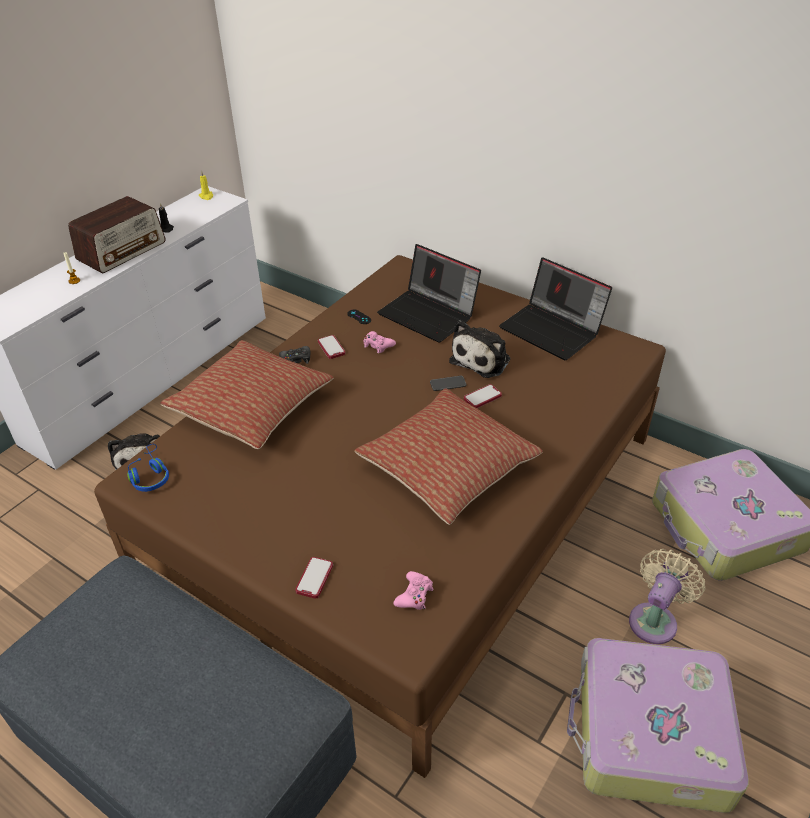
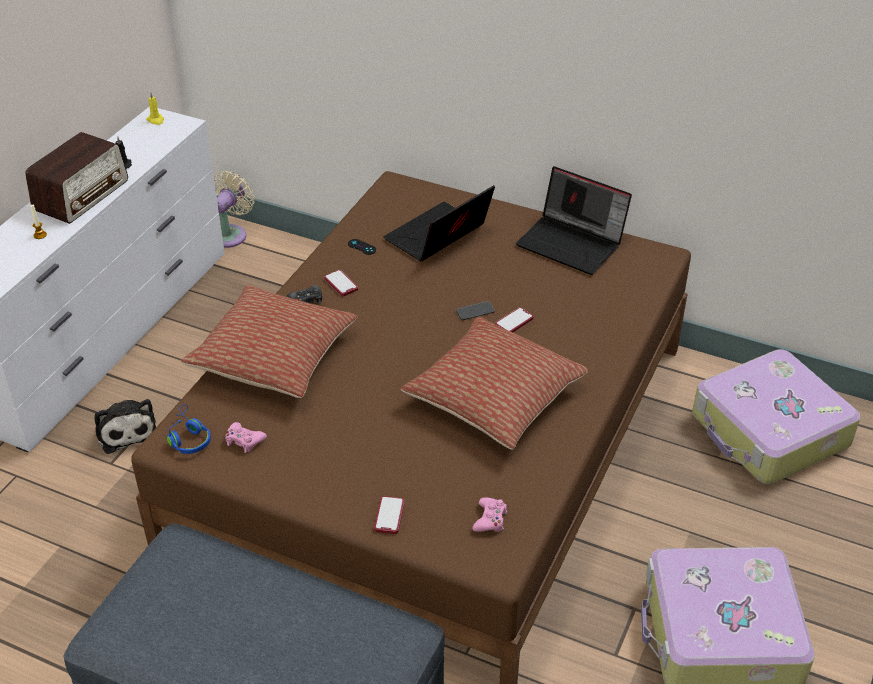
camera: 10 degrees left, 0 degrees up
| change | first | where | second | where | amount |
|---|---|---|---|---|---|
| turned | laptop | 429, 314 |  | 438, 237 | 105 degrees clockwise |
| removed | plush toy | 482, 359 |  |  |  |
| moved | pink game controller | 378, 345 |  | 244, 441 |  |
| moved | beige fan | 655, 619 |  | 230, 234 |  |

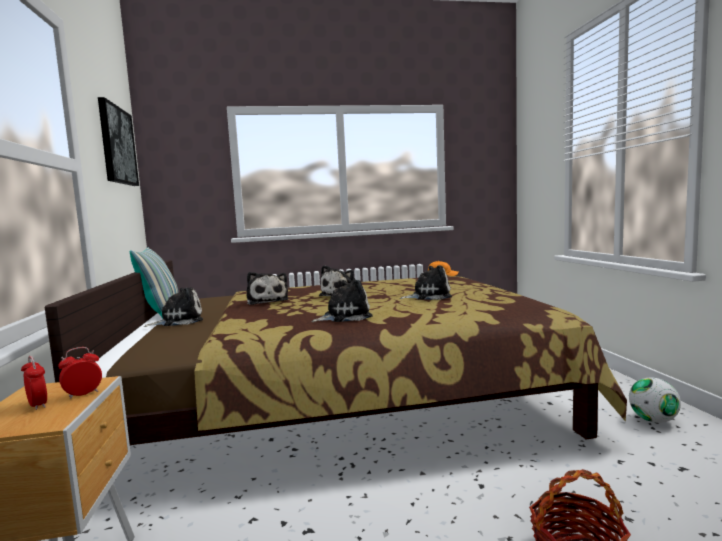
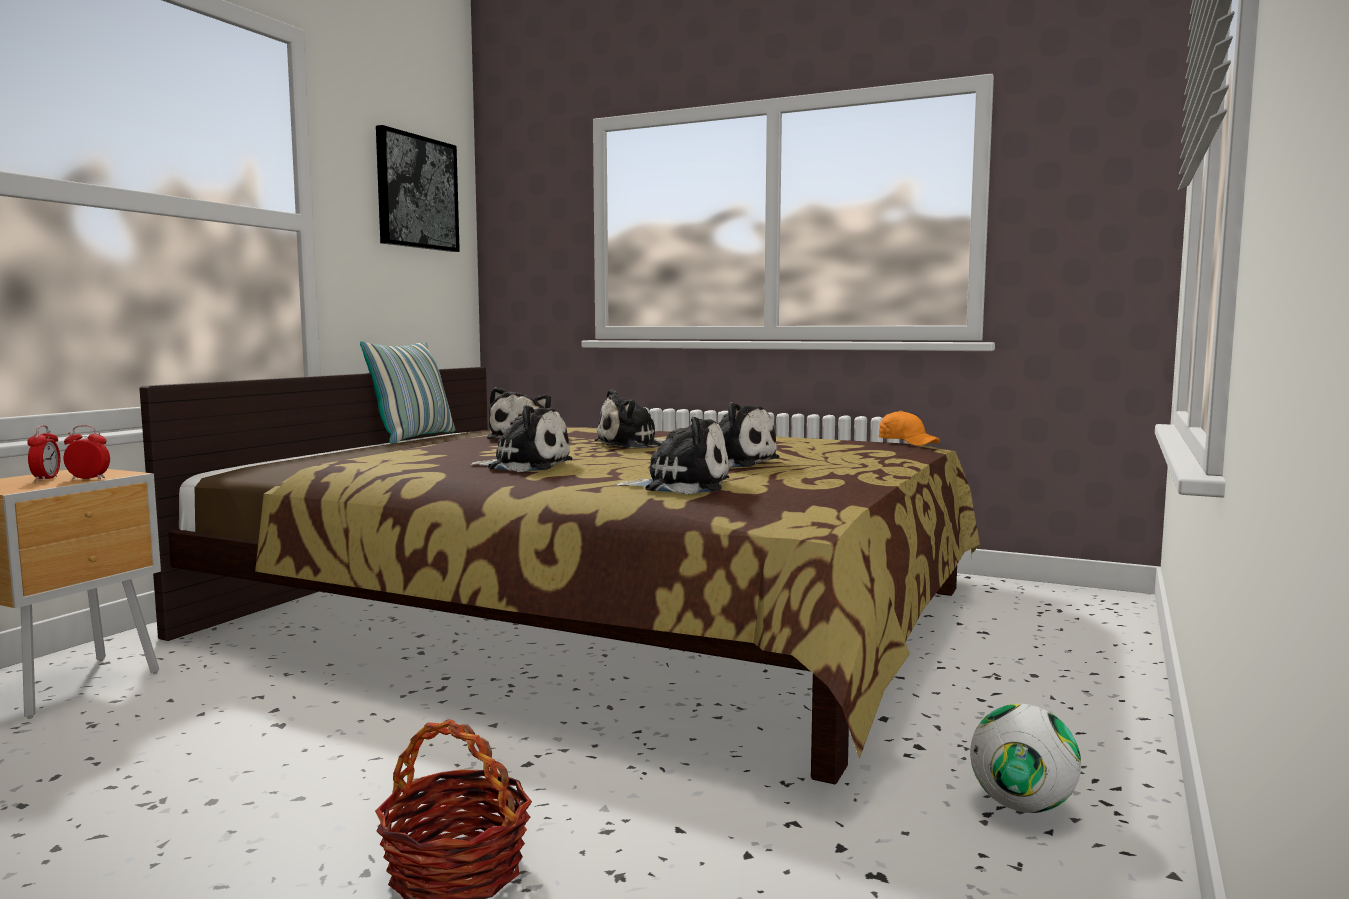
camera: 35 degrees right, 0 degrees up
| change | first | where | second | where | amount |
|---|---|---|---|---|---|
| moved | plush toy | 179, 321 |  | 681, 486 |  |

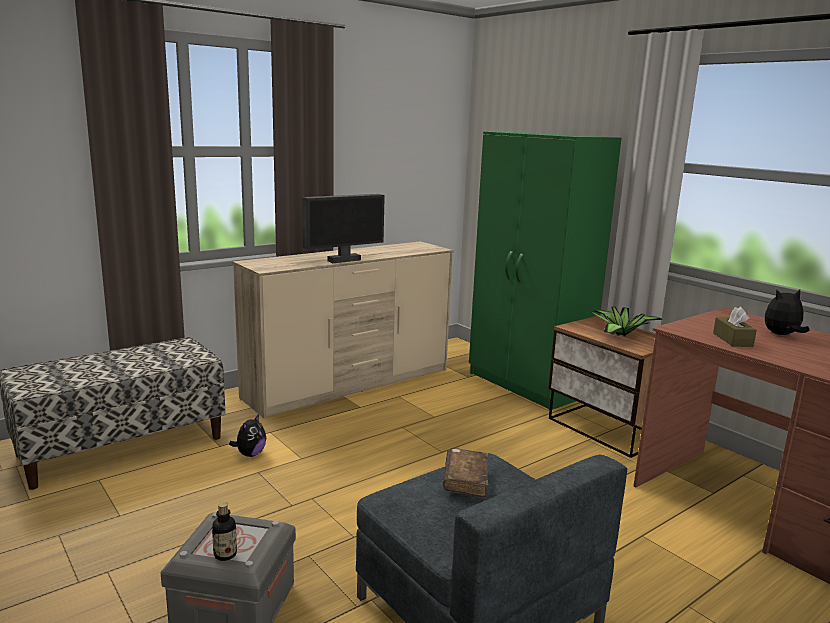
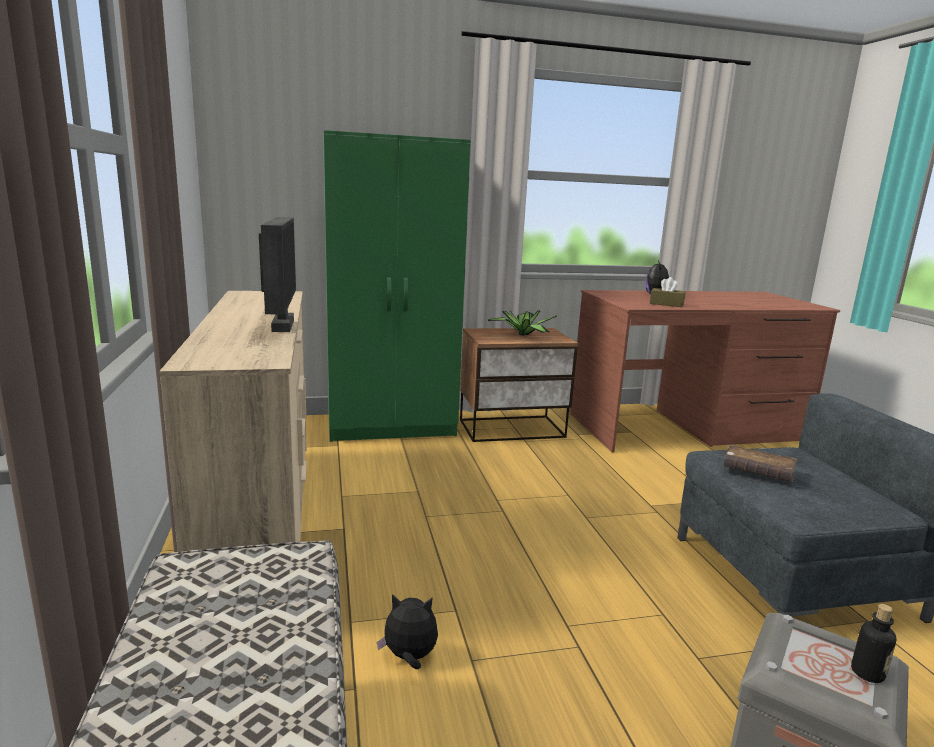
camera: 65 degrees left, 0 degrees up
| change | first | where | second | where | amount |
|---|---|---|---|---|---|
| turned | plush toy | 250, 454 |  | 409, 657 | 45 degrees counterclockwise |

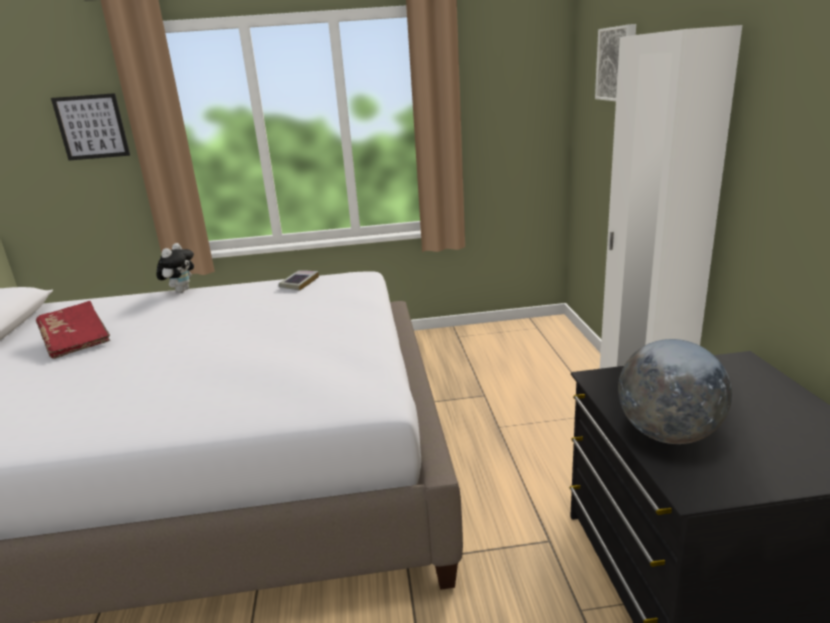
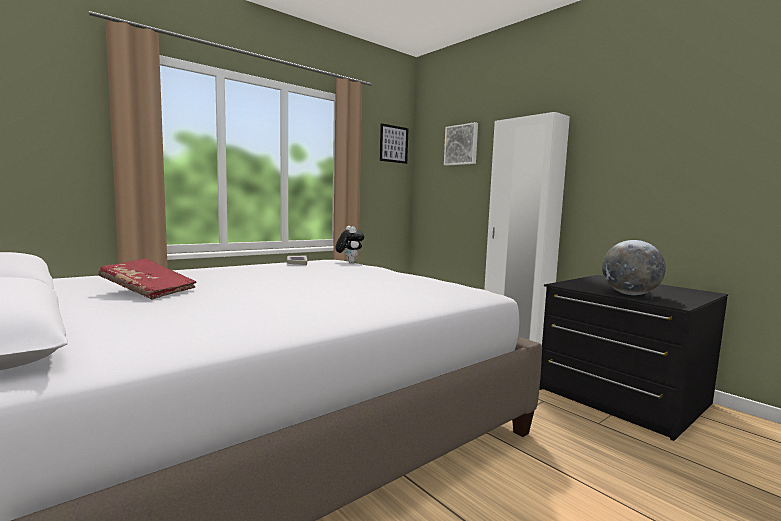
camera: 35 degrees left, 15 degrees down
| change | first | where | second | where | amount |
|---|---|---|---|---|---|
| moved | picture | 92, 127 |  | 393, 144 |  |
| moved | plush toy | 181, 290 |  | 349, 262 |  |

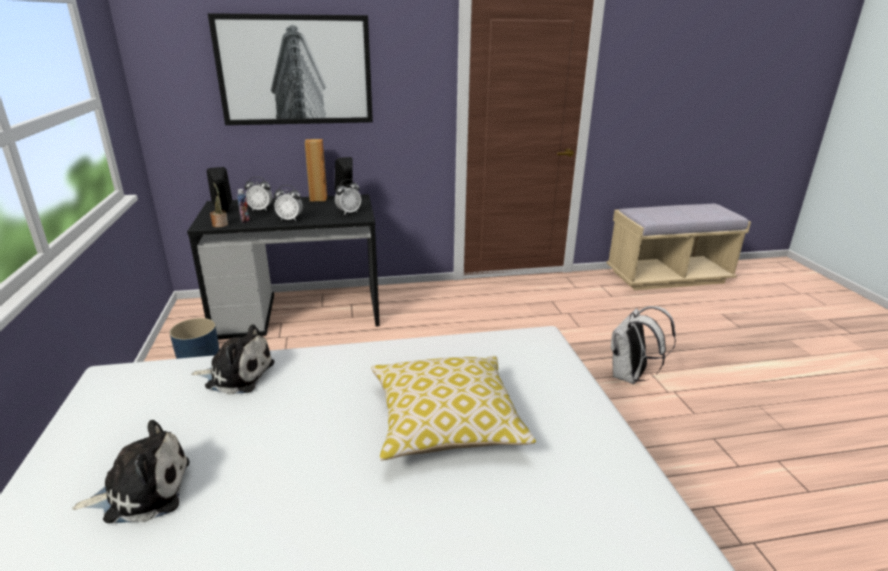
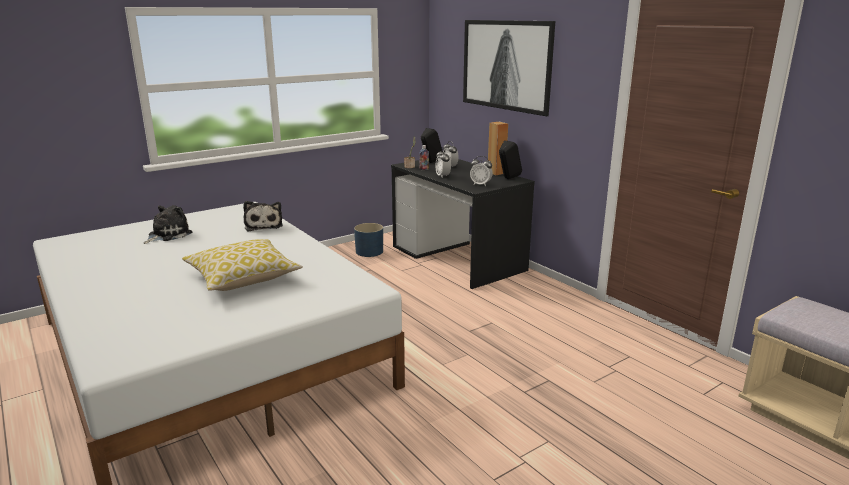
camera: 65 degrees right, 5 degrees down
| change | first | where | second | where | amount |
|---|---|---|---|---|---|
| removed | white backpack | 630, 377 |  |  |  |
| turned | plush toy | 142, 491 |  | 167, 235 | 105 degrees counterclockwise |

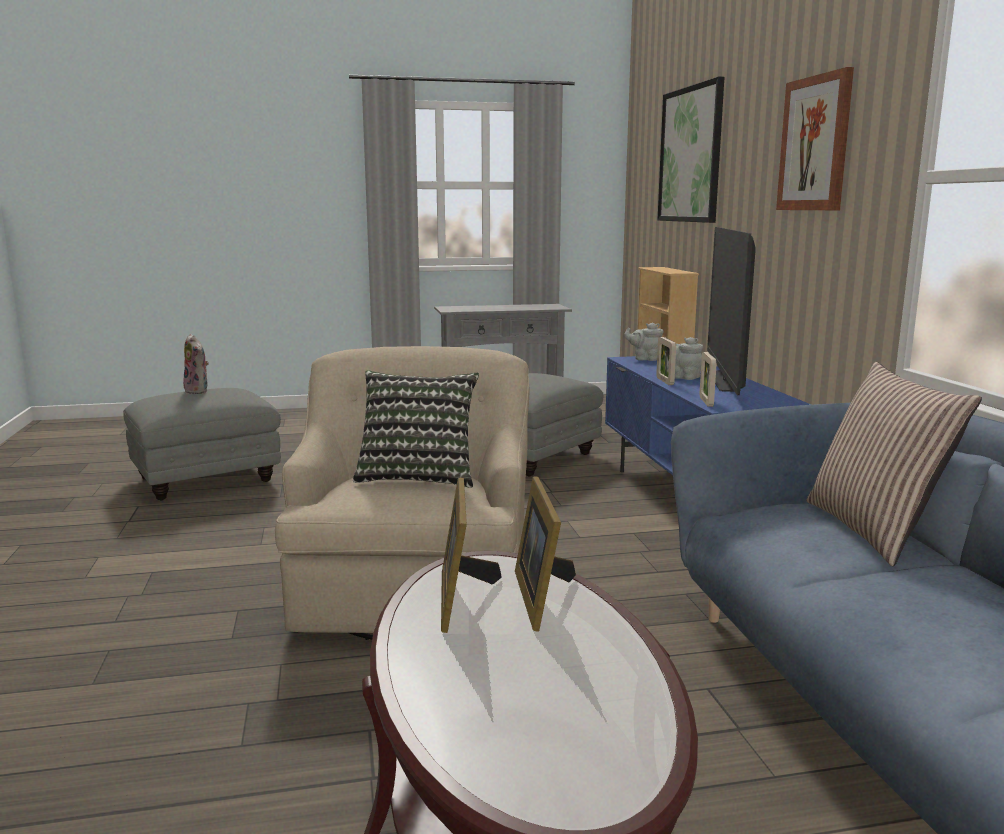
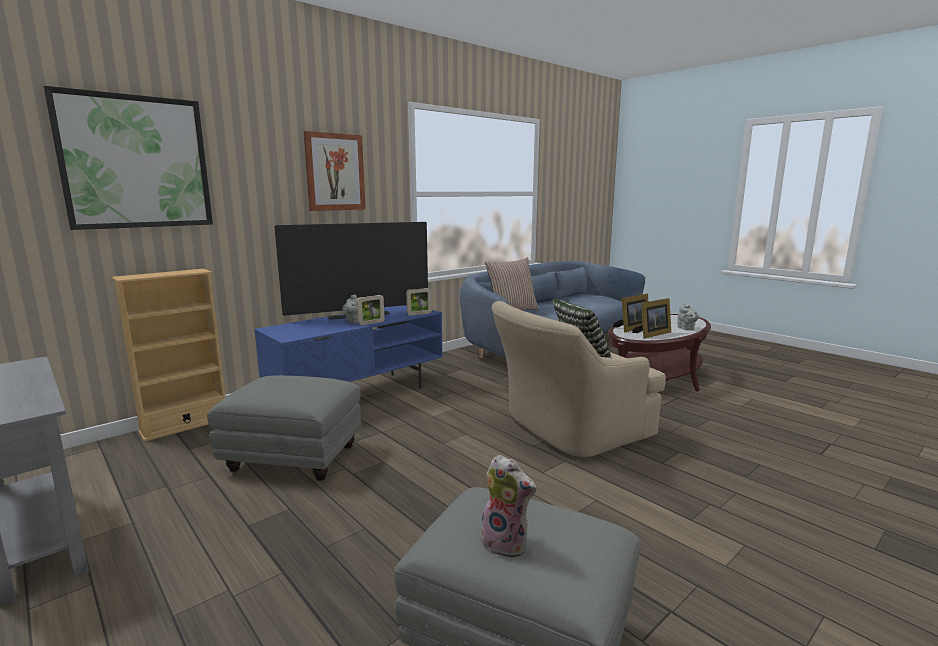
camera: 120 degrees left, 0 degrees up
| change | first | where | second | where | amount |
|---|---|---|---|---|---|
| moved | grey teapot | 645, 359 |  | 686, 328 |  |
| turned | plush toy | 198, 391 |  | 507, 543 | 105 degrees clockwise |

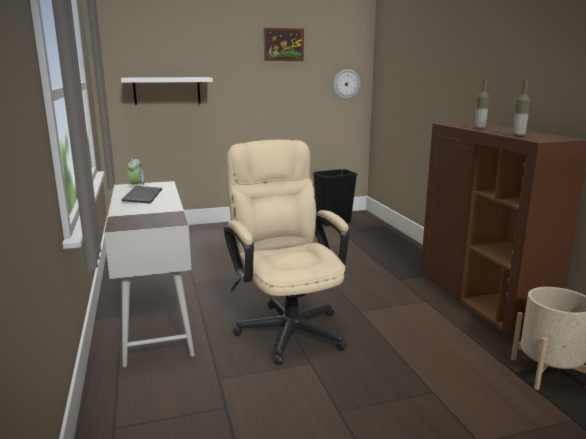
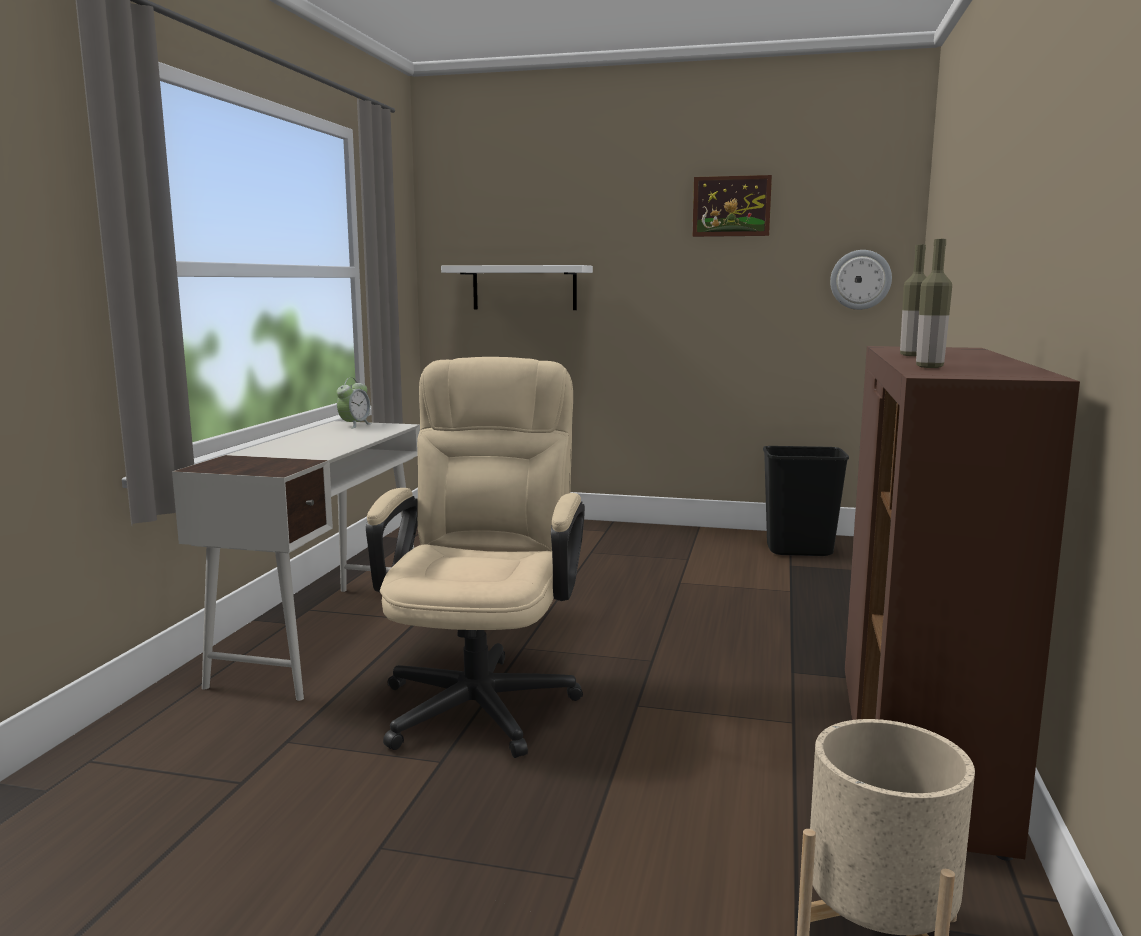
camera: 30 degrees right, 5 degrees down
| change | first | where | second | where | amount |
|---|---|---|---|---|---|
| removed | keyboard | 142, 196 |  |  |  |

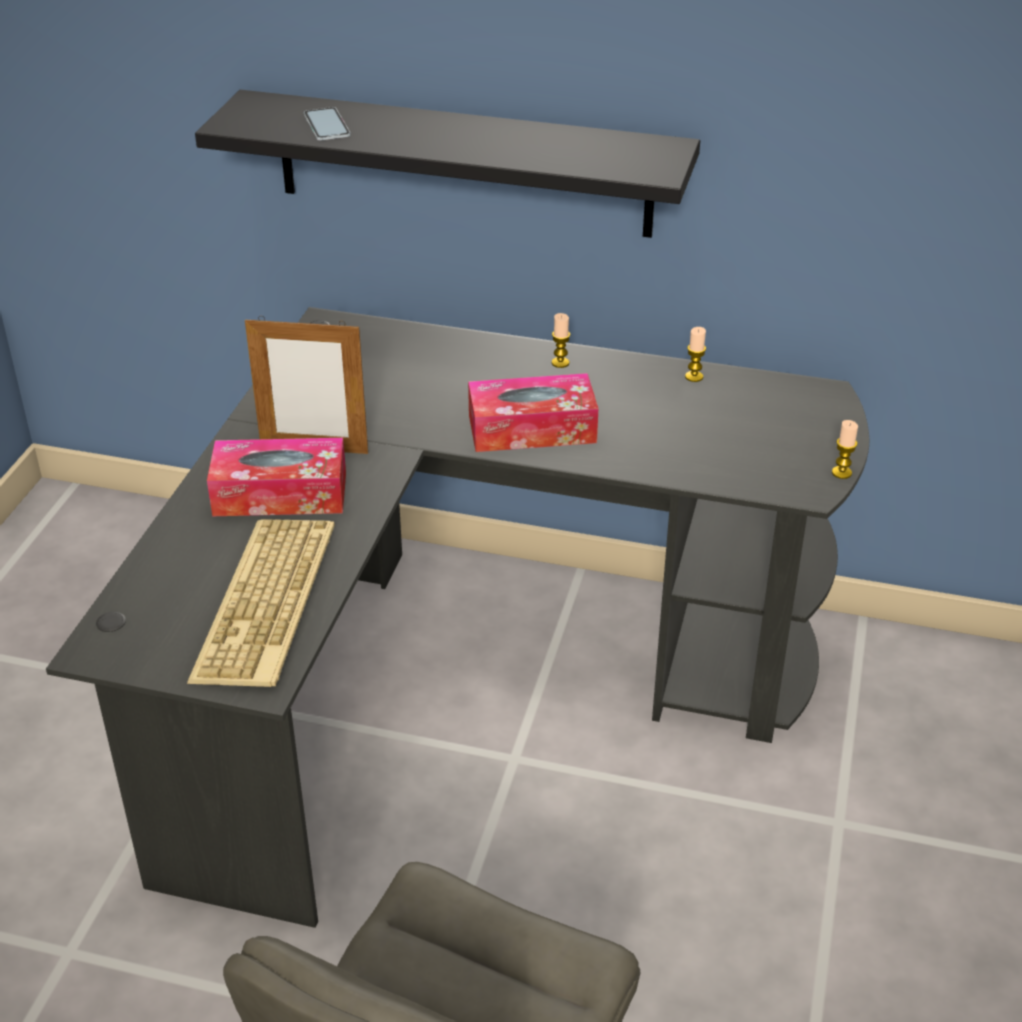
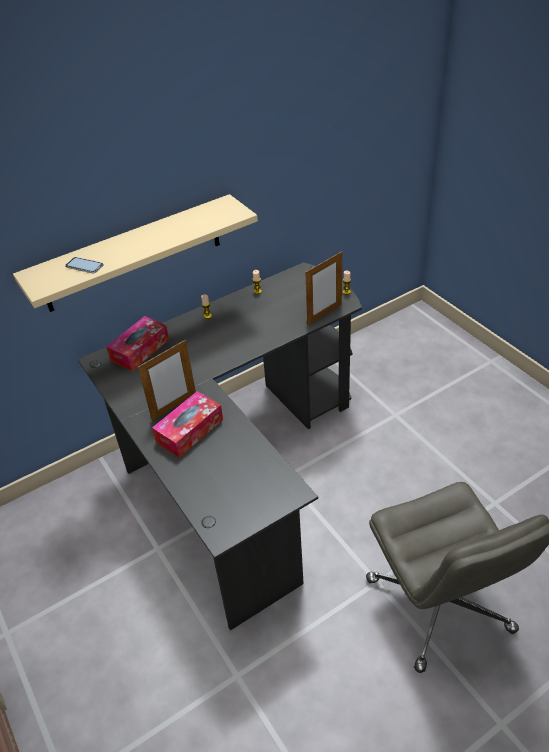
camera: 45 degrees left, 5 degrees up
| change | first | where | second | where | amount |
|---|---|---|---|---|---|
| recoloured | black shelf | 463, 164 | beige shelf | 133, 254 |  |
| moved | tissue box | 532, 429 |  | 140, 350 |  |
| removed | keyboard | 269, 604 |  |  |  |
| added |  |  | picture frame | 324, 314 |  |

